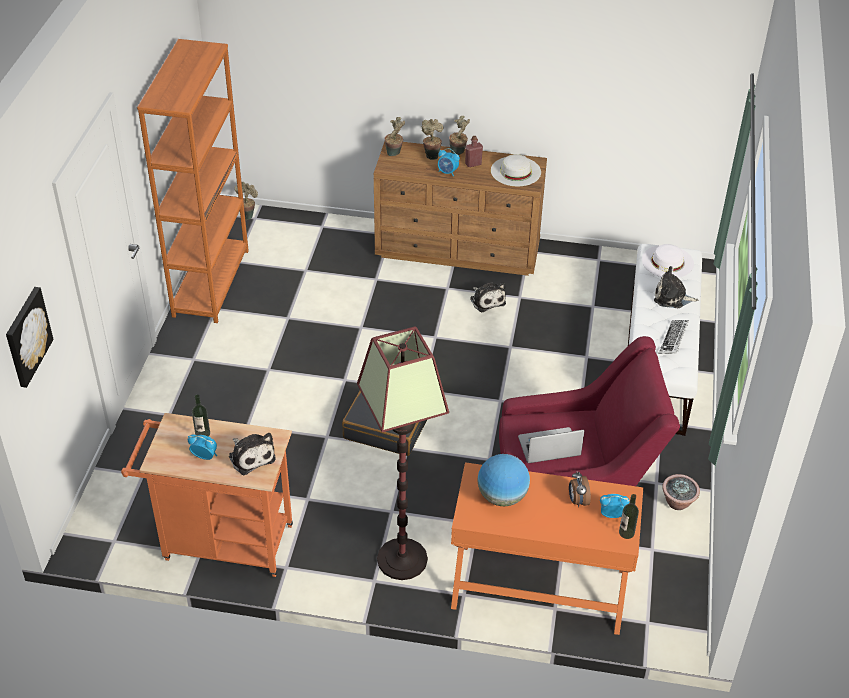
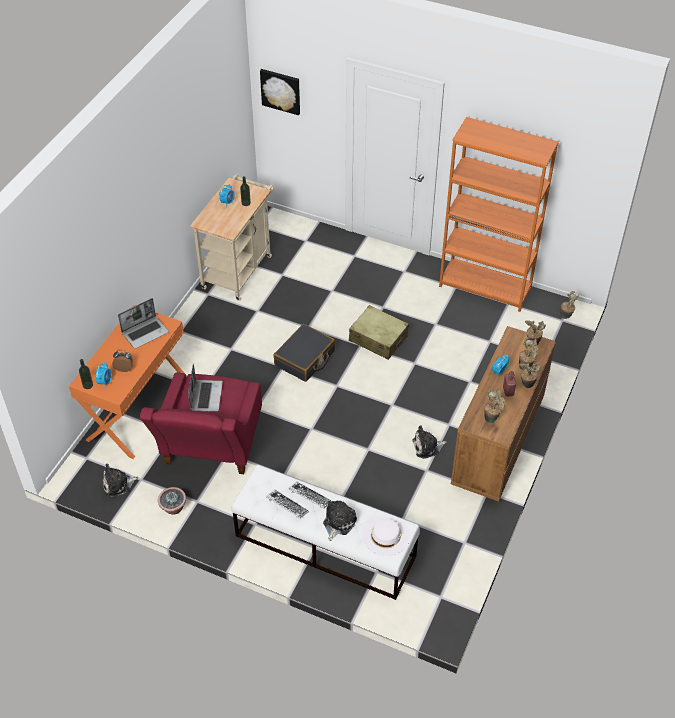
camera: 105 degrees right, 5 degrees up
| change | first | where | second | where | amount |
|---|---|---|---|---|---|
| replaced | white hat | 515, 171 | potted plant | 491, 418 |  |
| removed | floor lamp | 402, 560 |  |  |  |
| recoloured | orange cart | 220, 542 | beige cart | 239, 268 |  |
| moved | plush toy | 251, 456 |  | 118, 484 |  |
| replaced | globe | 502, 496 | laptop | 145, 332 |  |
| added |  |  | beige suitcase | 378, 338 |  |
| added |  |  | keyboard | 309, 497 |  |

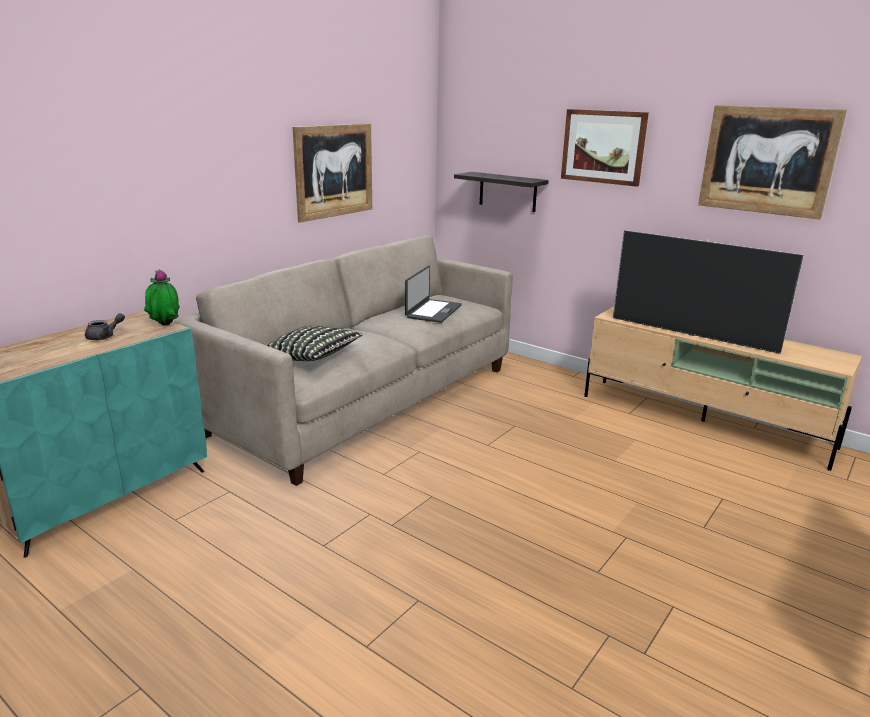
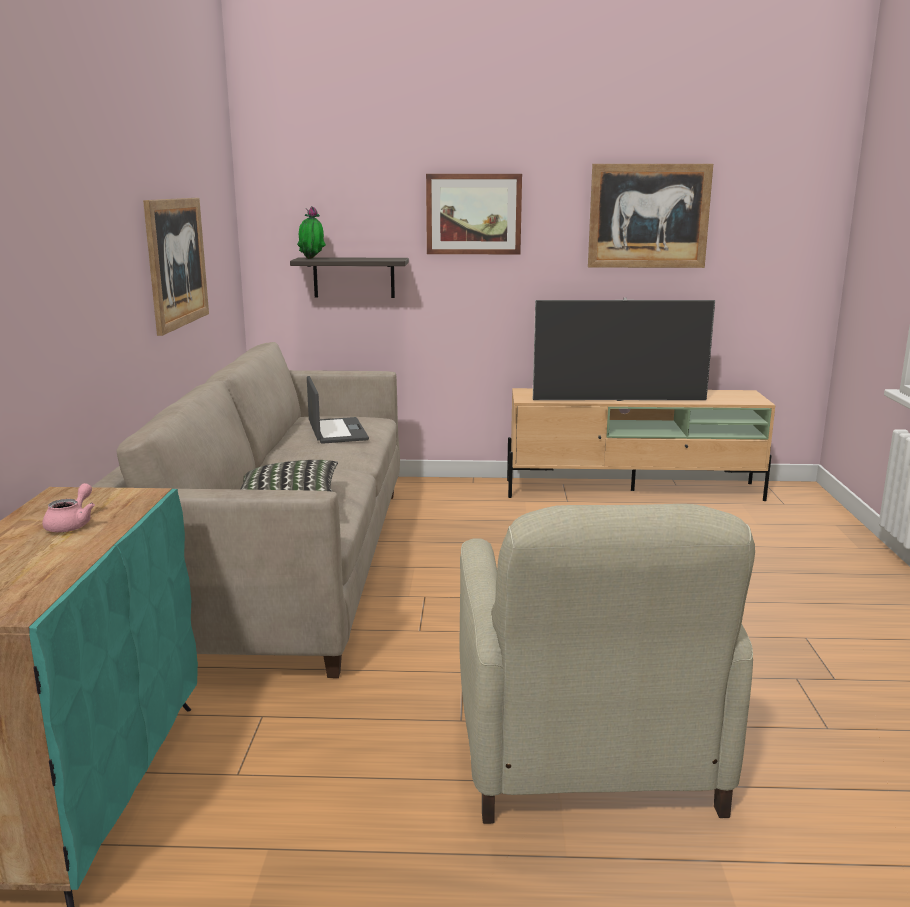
camera: 35 degrees left, 5 degrees down
| change | first | where | second | where | amount |
|---|---|---|---|---|---|
| moved | potted plant | 165, 326 |  | 311, 259 |  |
| recoloured | grey teapot | 105, 336 | pink teapot | 72, 524 |  |
| added |  |  | beige armchair | 585, 749 |  |

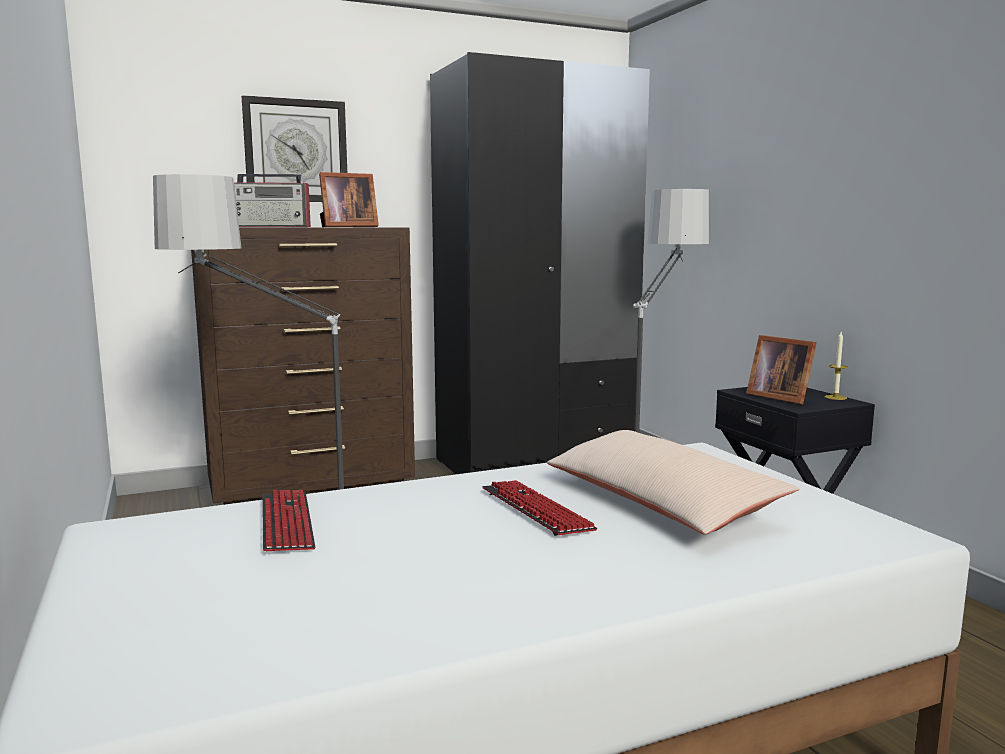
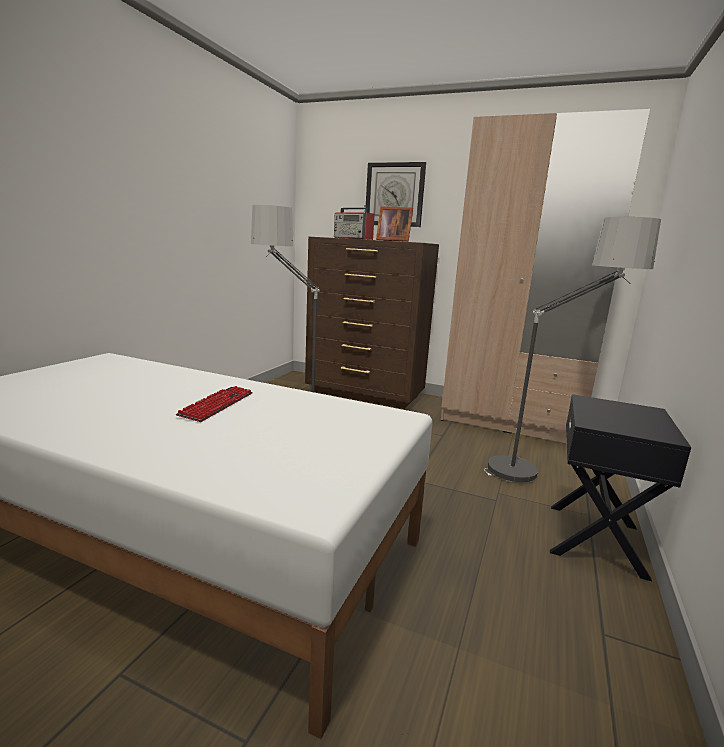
camera: 45 degrees right, 5 degrees up
| change | first | where | second | where | amount |
|---|---|---|---|---|---|
| recoloured | black wardrobe | 535, 462 | beige wardrobe | 510, 421 |  |
| removed | candle | 835, 397 |  |  |  |
| removed | picture frame | 779, 397 |  |  |  |
| removed | beige pillow | 660, 502 |  |  |  |
| removed | keyboard | 286, 522 |  |  |  |

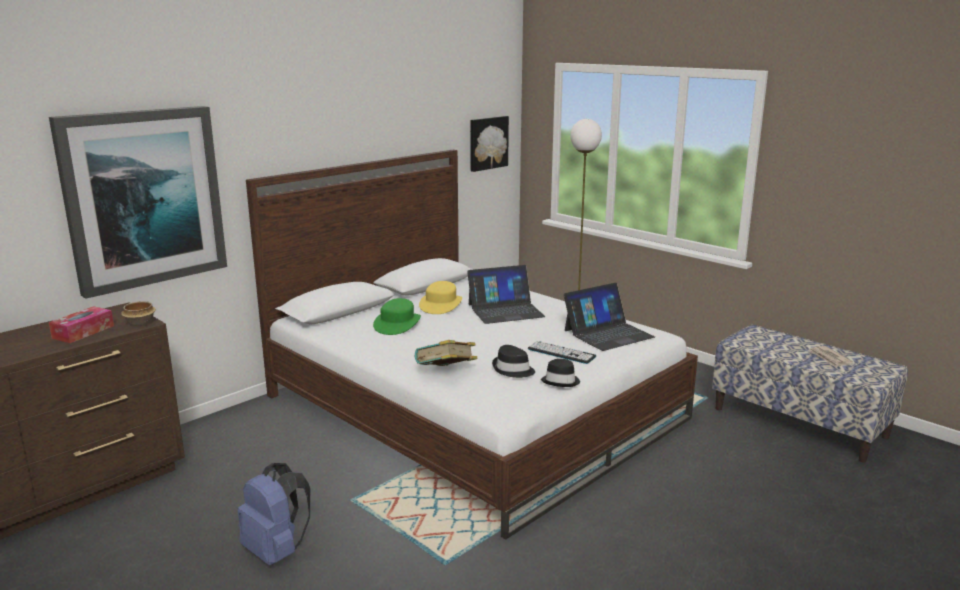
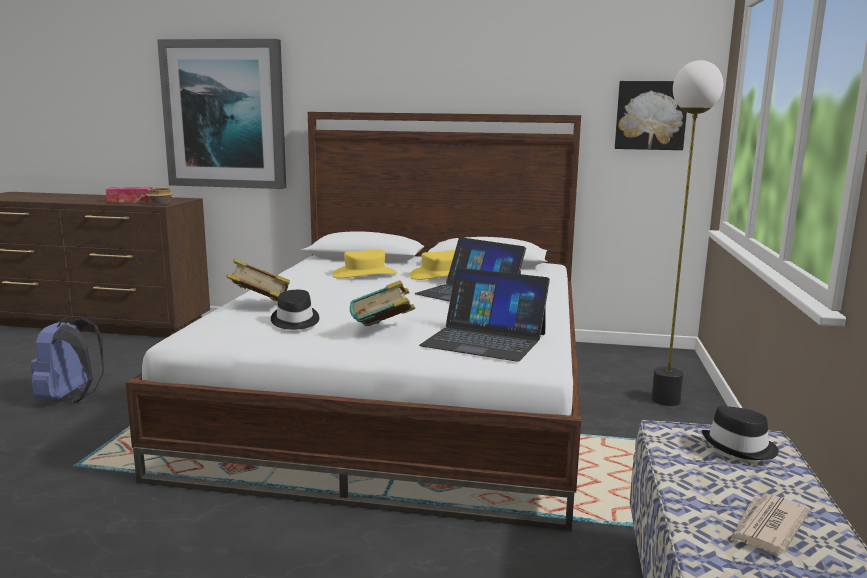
camera: 55 degrees right, 5 degrees down
| change | first | where | second | where | amount |
|---|---|---|---|---|---|
| recoloured | green hat | 397, 324 | yellow hat | 365, 274 |  |
| replaced | keyboard | 561, 353 | book | 383, 332 |  |
| moved | black hat | 561, 381 |  | 740, 447 |  |

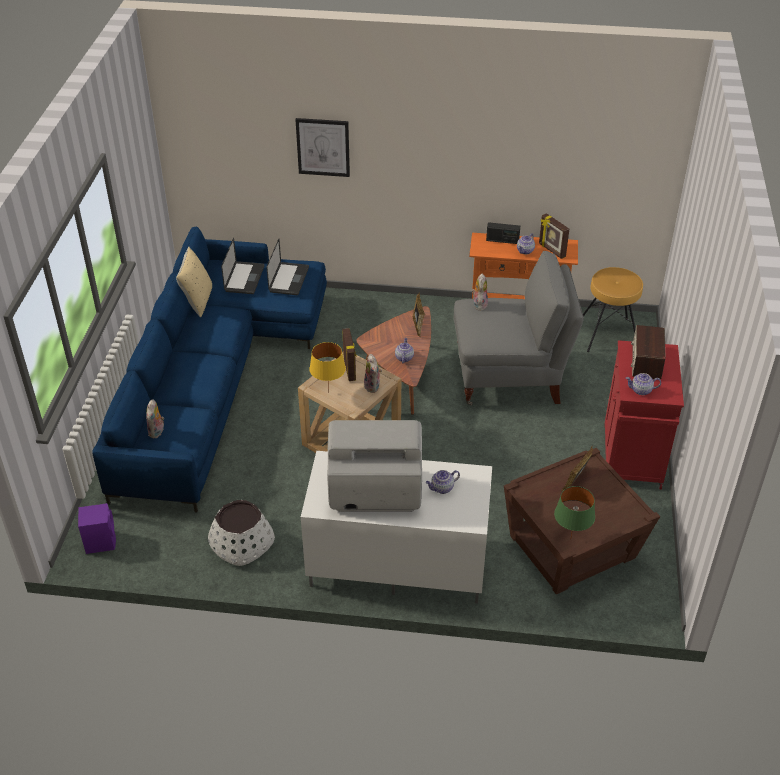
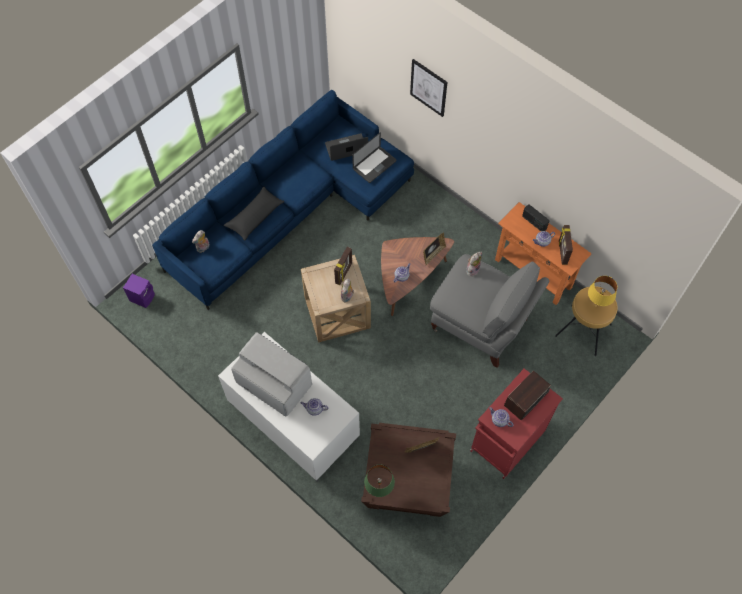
camera: 35 degrees right, 20 degrees up
| change | first | where | second | where | amount |
|---|---|---|---|---|---|
| turned | laptop | 244, 279 |  | 346, 148 | 150 degrees counterclockwise |
| removed | beige pillow | 197, 301 |  |  |  |
| moved | yellow table lamp | 328, 393 |  | 596, 305 |  |
| removed | white planter | 242, 544 |  |  |  |
| added |  |  | black pillow | 255, 217 |  |

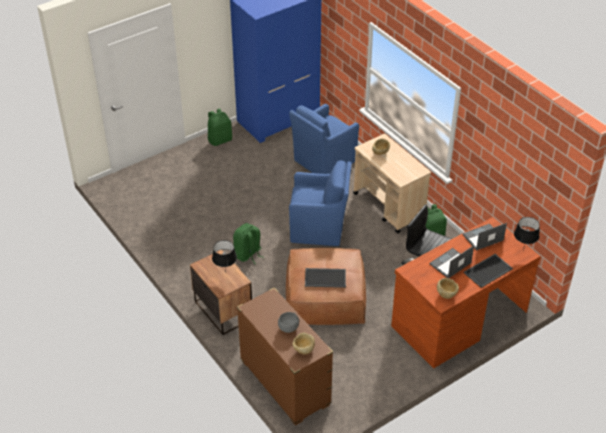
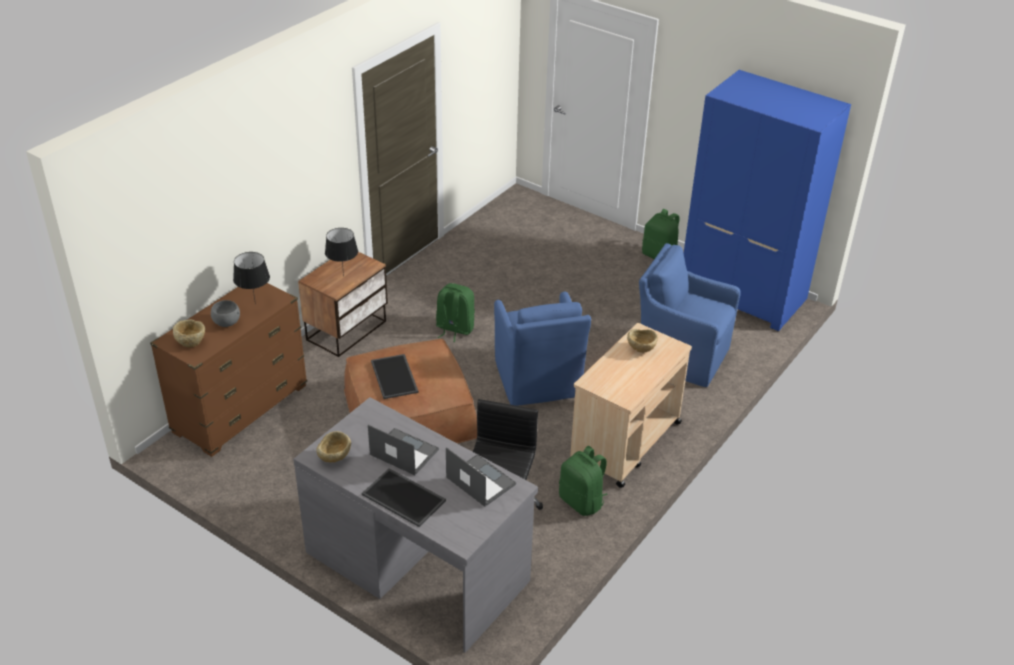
camera: 70 degrees right, 5 degrees down
| change | first | where | second | where | amount |
|---|---|---|---|---|---|
| recoloured | brown desk | 458, 318 | grey desk | 417, 565 |  |
| moved | black table lamp | 522, 251 |  | 255, 304 |  |

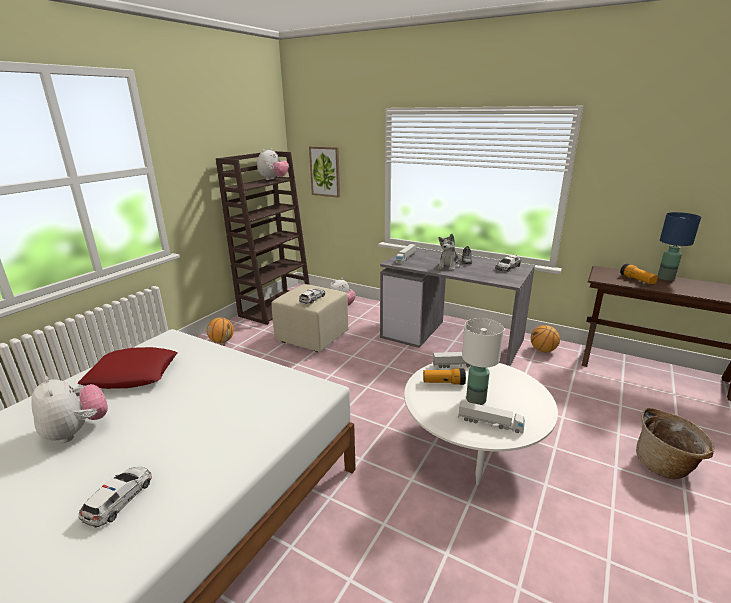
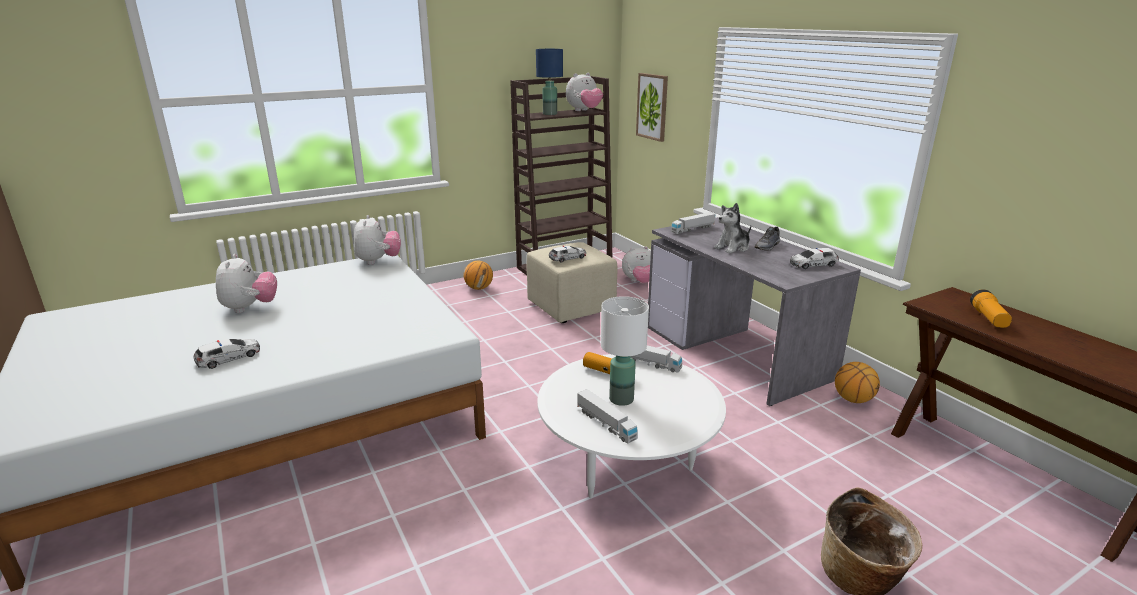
camera: 30 degrees right, 0 degrees up
| change | first | where | second | where | amount |
|---|---|---|---|---|---|
| moved | blue table lamp | 666, 278 |  | 550, 114 |  |
| removed | red pillow | 132, 374 |  |  |  |
| added |  |  | plush toy | 378, 261 |  |

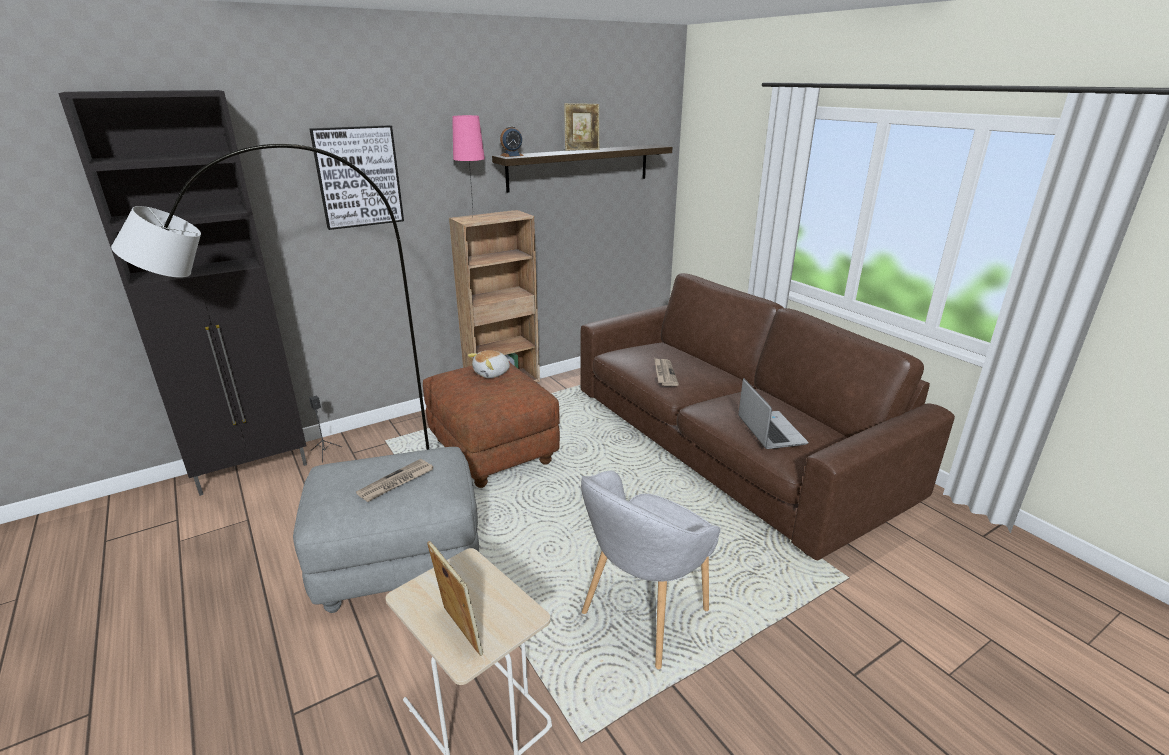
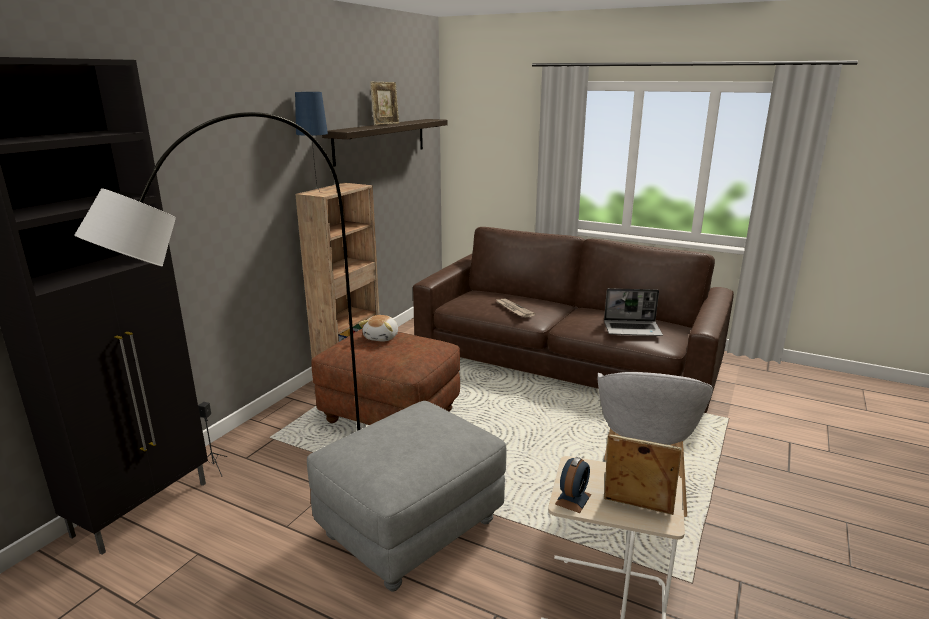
camera: 30 degrees left, 5 degrees down
| change | first | where | second | where | amount |
|---|---|---|---|---|---|
| recoloured | pink table lamp | 473, 216 | blue table lamp | 316, 190 |  |
| removed | picture | 358, 177 |  |  |  |
| moved | alarm clock | 512, 155 |  | 573, 499 |  |
| turned | laptop | 769, 431 |  | 633, 329 | 135 degrees clockwise |
| removed | newspaper | 396, 483 |  |  |  |

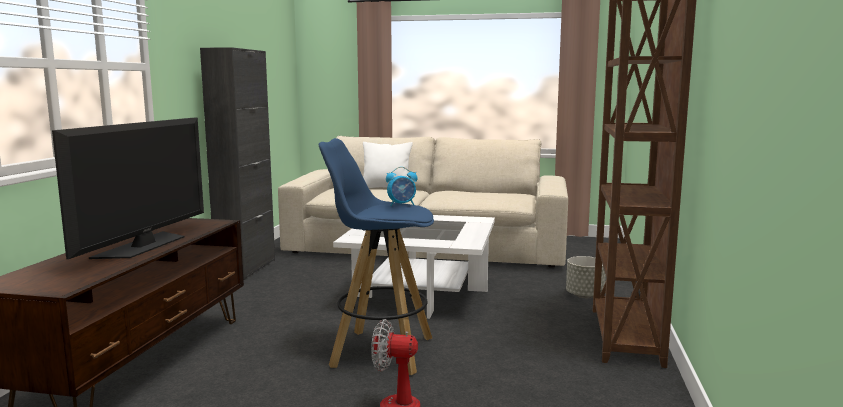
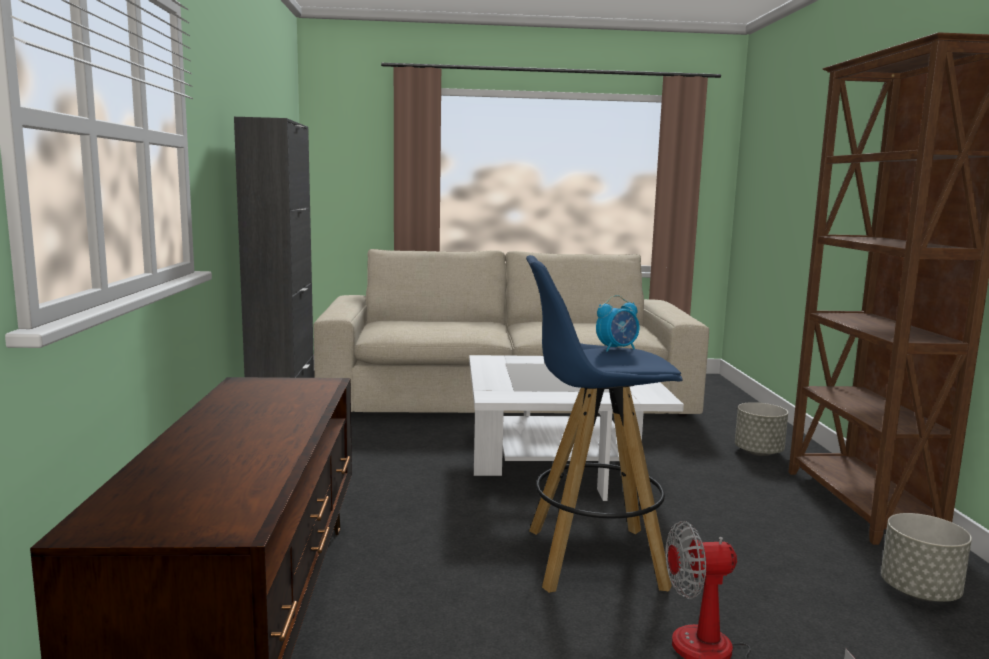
camera: 15 degrees left, 0 degrees up
| change | first | where | second | where | amount |
|---|---|---|---|---|---|
| removed | television | 143, 246 |  |  |  |
| removed | white pillow | 386, 188 |  |  |  |
| added |  |  | grey planter | 918, 592 |  |

